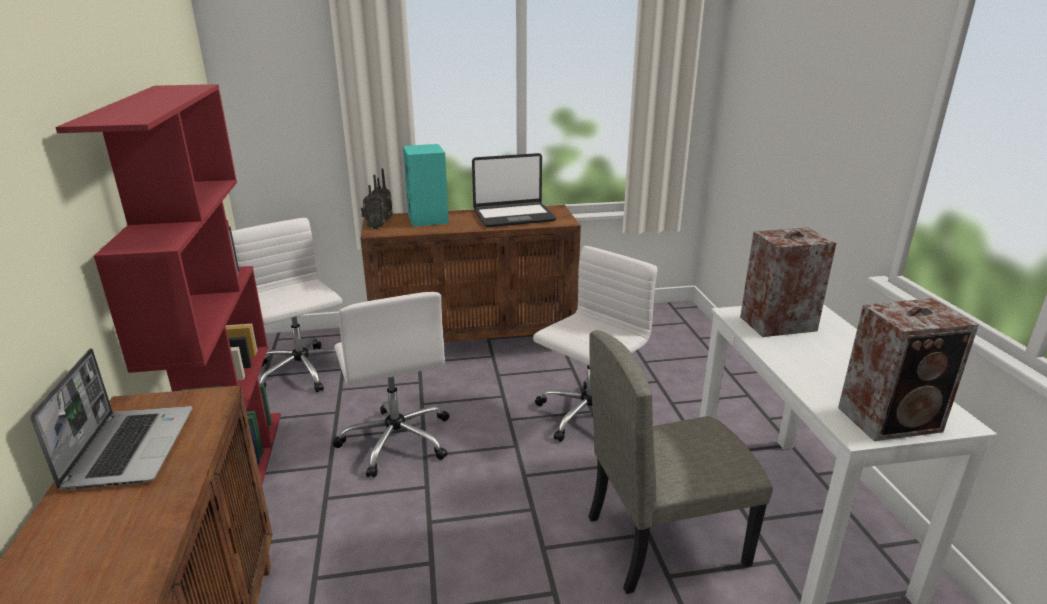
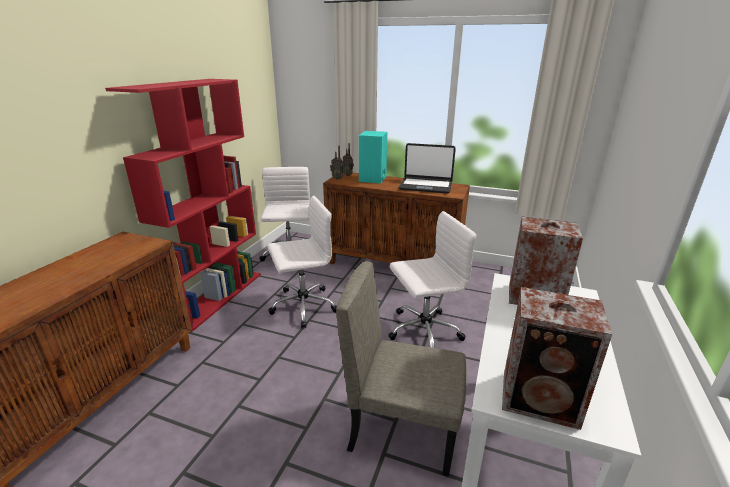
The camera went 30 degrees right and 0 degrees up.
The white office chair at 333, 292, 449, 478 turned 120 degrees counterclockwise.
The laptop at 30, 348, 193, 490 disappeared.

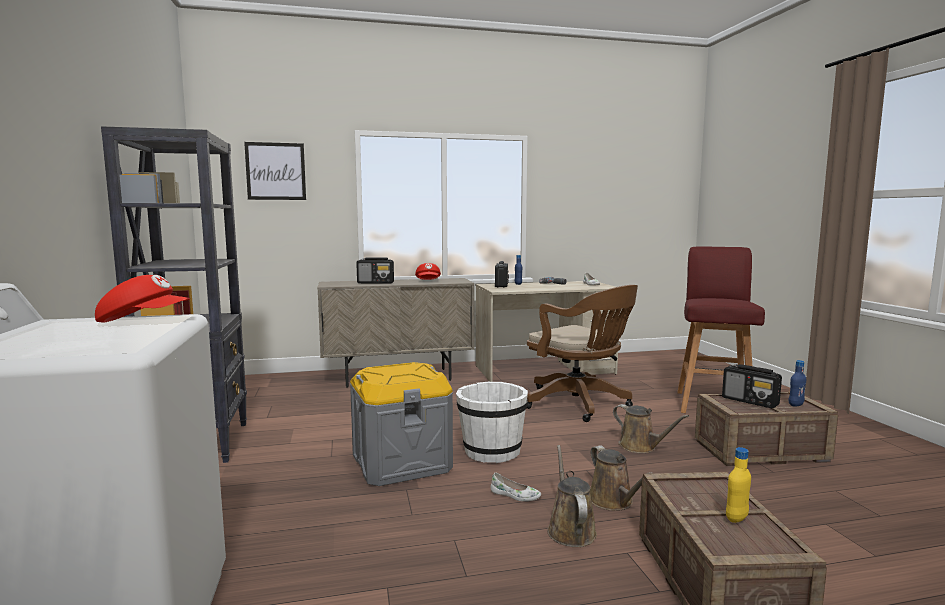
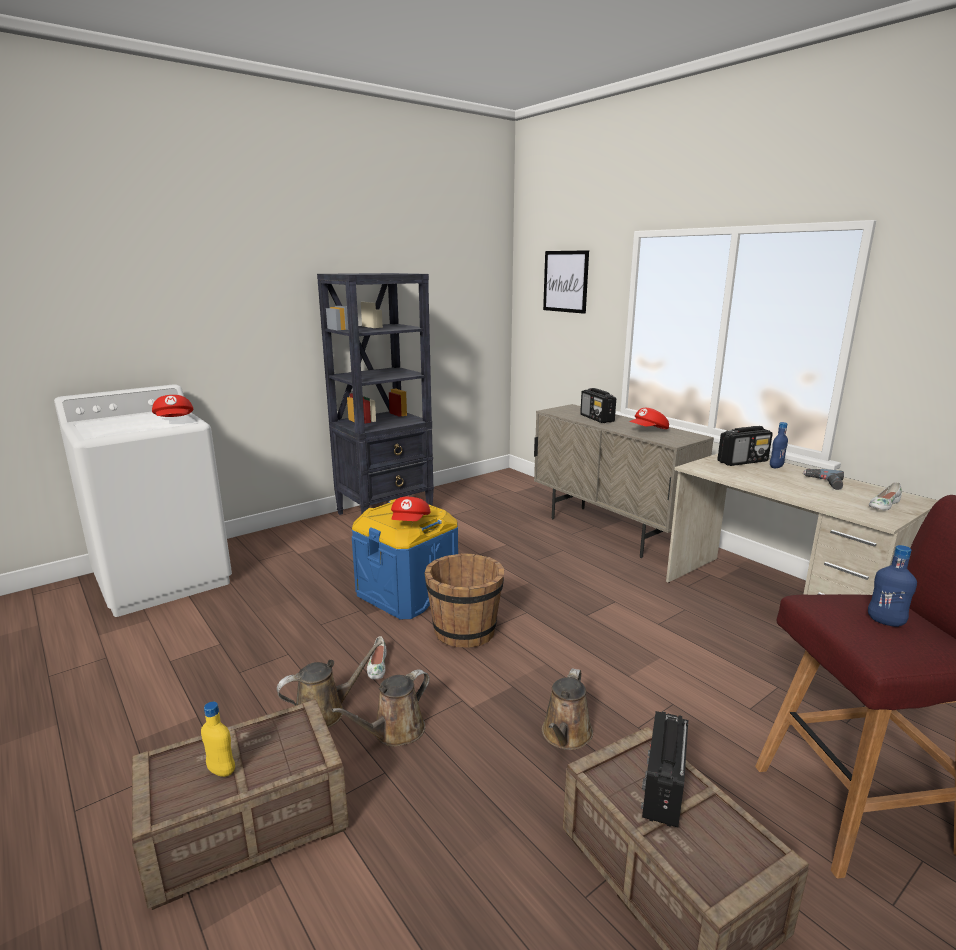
The camera went 65 degrees right and 10 degrees up.
The grey storage box at 350, 362, 453, 486 became the blue storage box at 352, 499, 458, 619.
The red cap at 391, 497, 431, 521 appeared.
The white bucket at 456, 382, 528, 463 became the brown bucket at 424, 553, 504, 648.
The blue bottle moved from 789, 360, 806, 407 to 868, 545, 917, 627.
The brown office chair at 527, 285, 638, 422 disappeared.

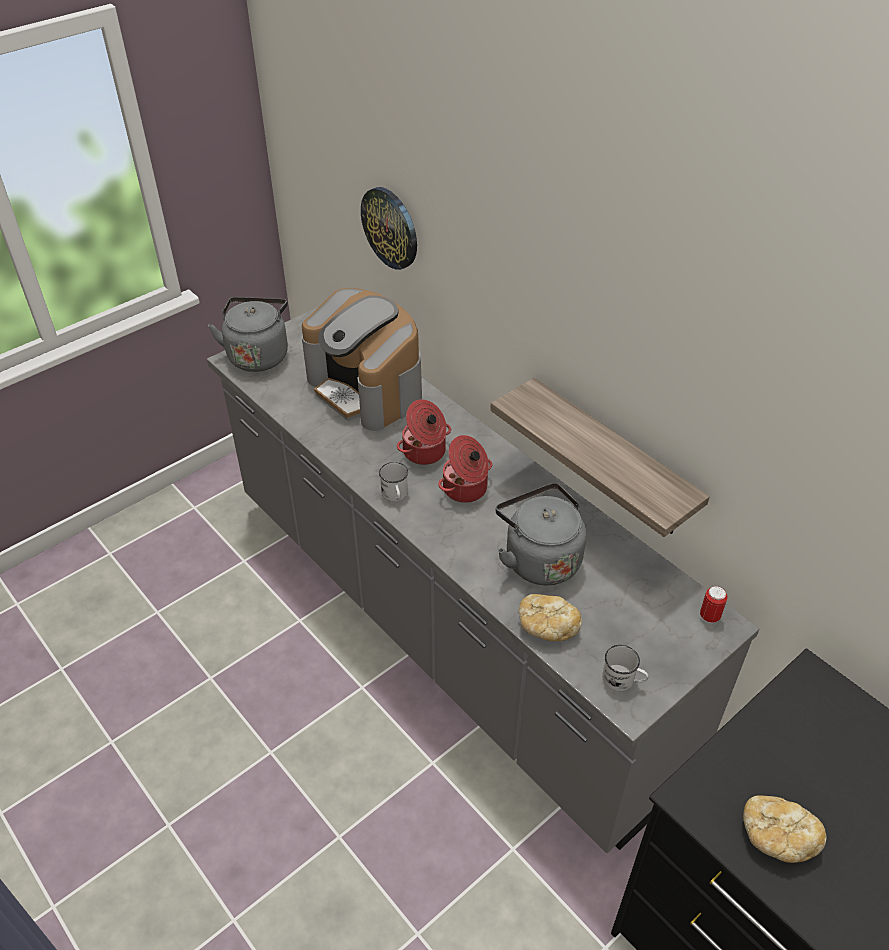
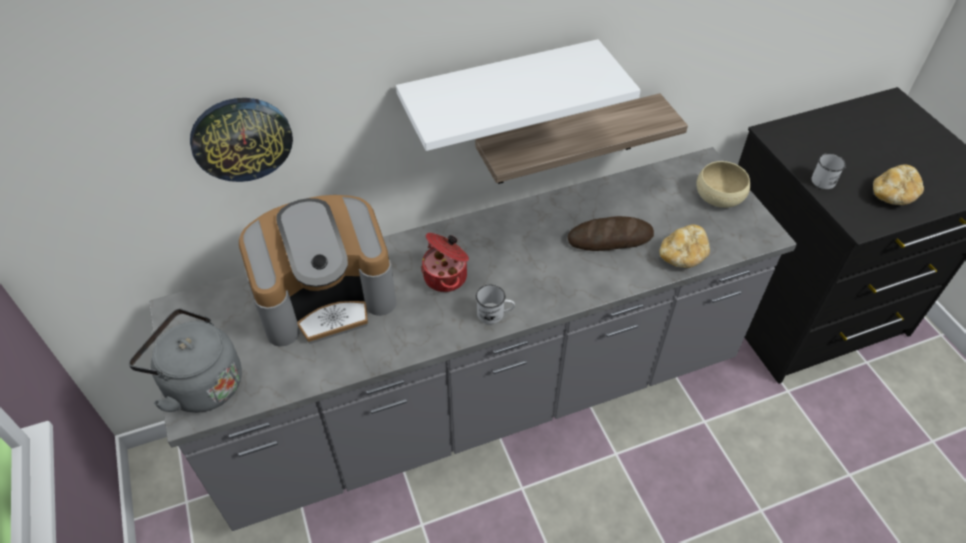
The camera went 70 degrees left and 5 degrees up.
The white shelf at 396, 39, 641, 151 appeared.
The grey kettle at 496, 483, 586, 585 was replaced by the bread at 568, 216, 654, 251.
The beige bowl at 696, 161, 750, 208 appeared.
The white mug moved from 602, 645, 648, 691 to 811, 153, 846, 189.
The cooking pot at 438, 435, 492, 503 disappeared.
The can at 700, 586, 728, 623 disappeared.

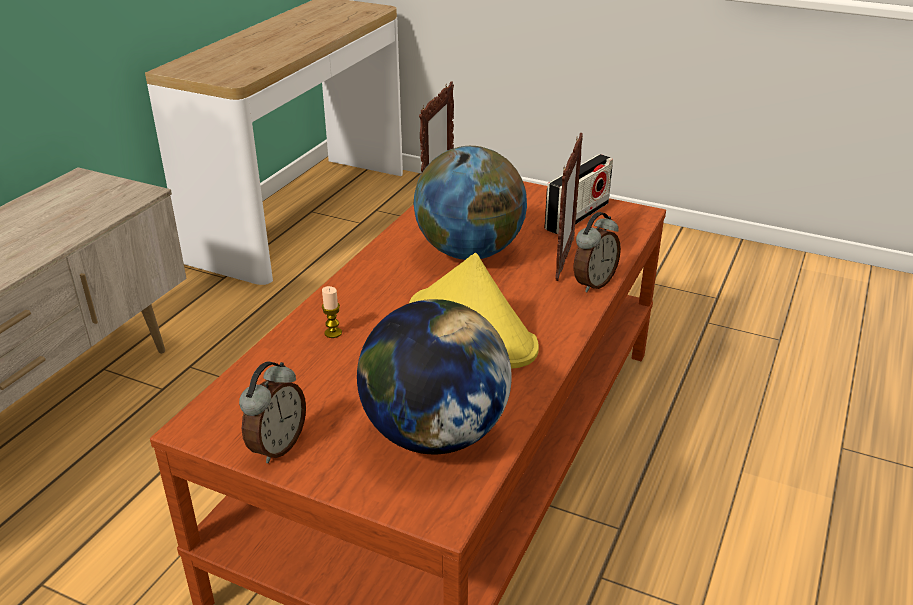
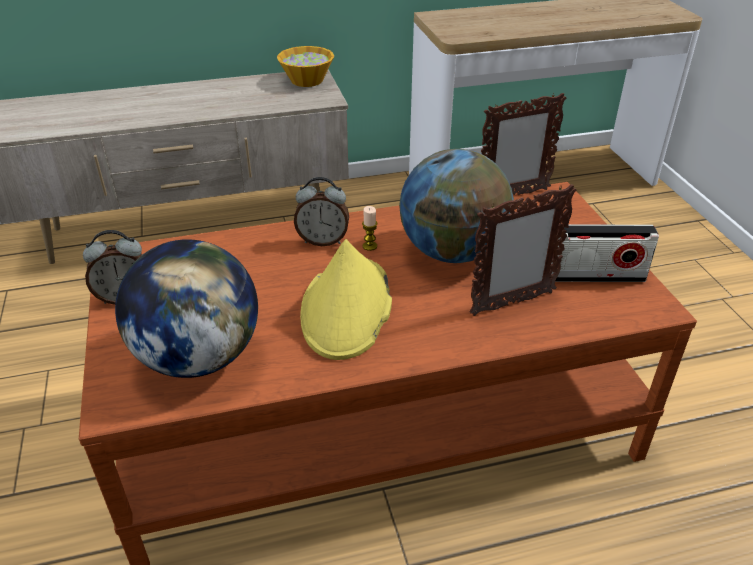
The camera went 50 degrees right and 5 degrees up.
The bowl at 277, 46, 334, 87 appeared.
The alarm clock moved from 573, 212, 621, 292 to 294, 177, 349, 246.
The candle moved from 322, 286, 342, 338 to 362, 206, 377, 251.

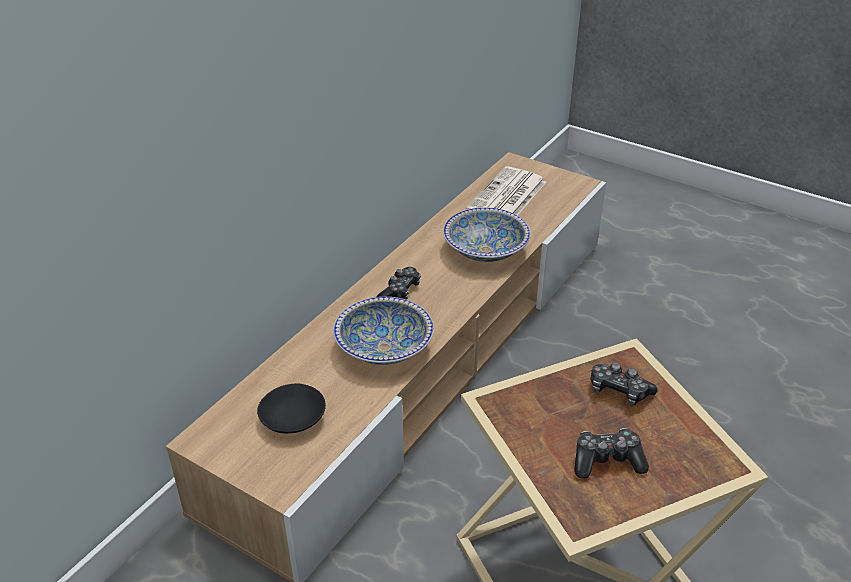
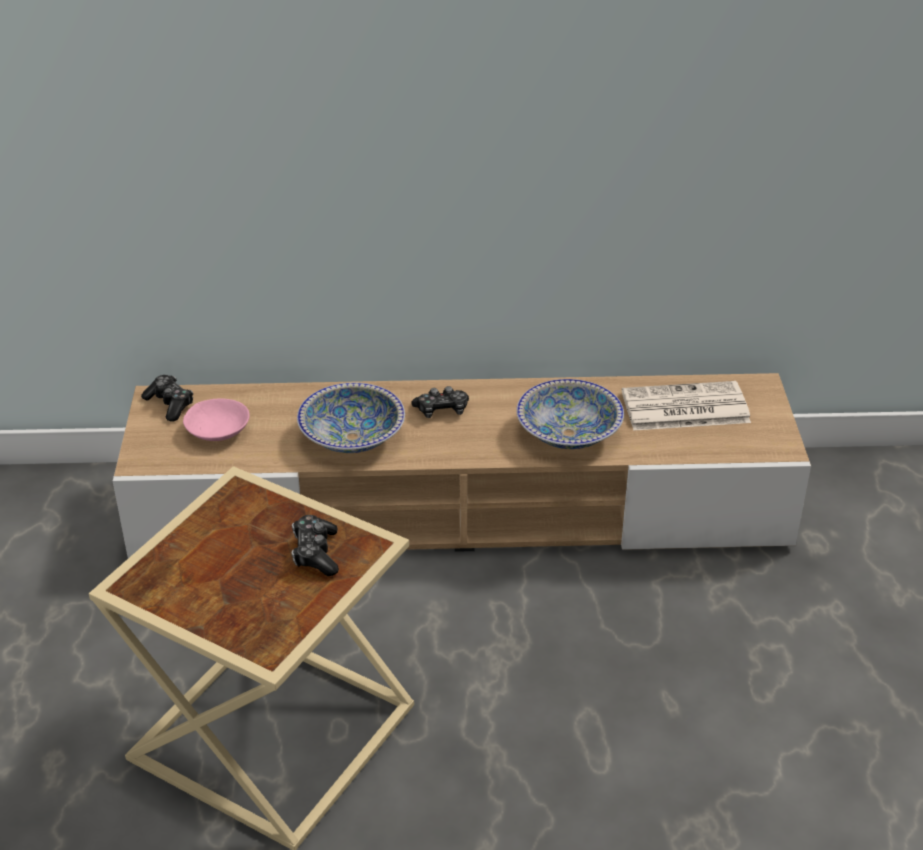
The camera went 55 degrees right and 0 degrees up.
The game controller moved from 575, 428, 649, 479 to 141, 375, 193, 422.
The black bowl at 257, 384, 326, 433 became the pink bowl at 183, 398, 250, 441.

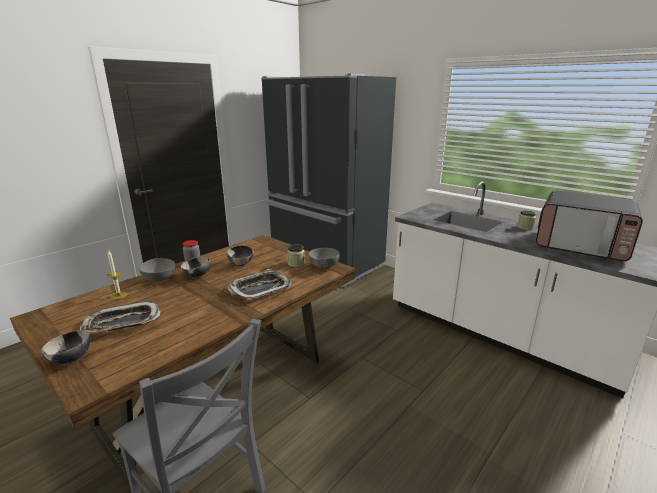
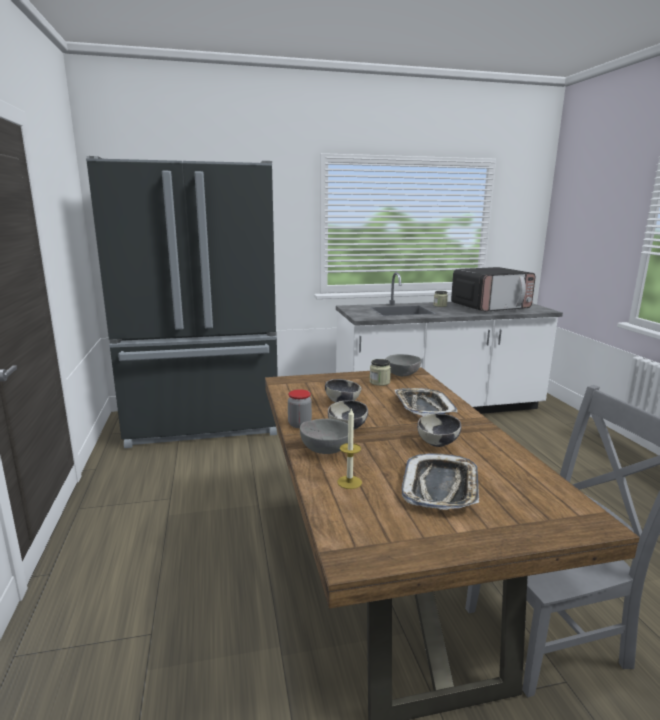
The camera went 55 degrees left and 5 degrees down.
The bowl moved from 41, 330, 91, 364 to 417, 413, 462, 447.

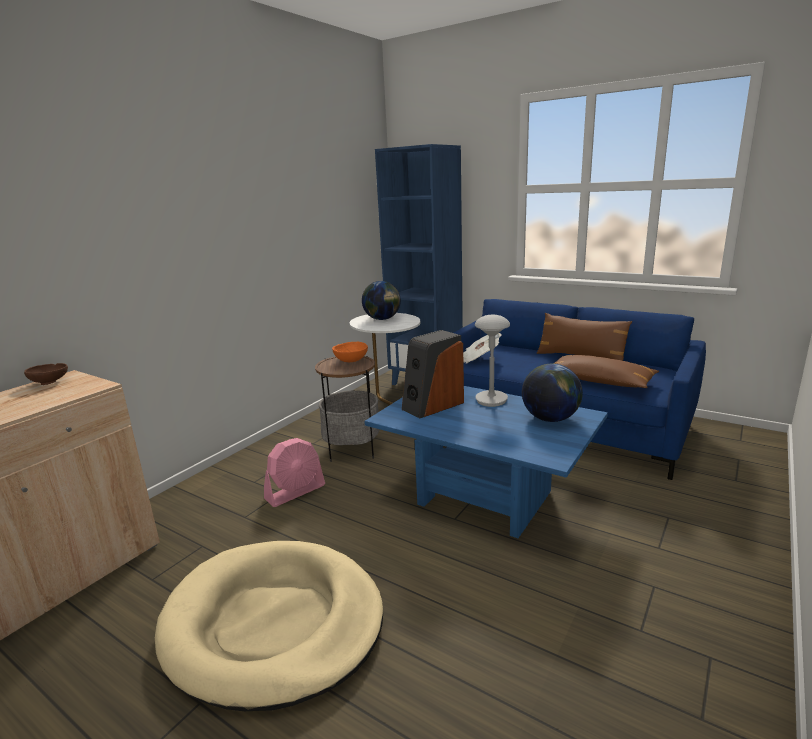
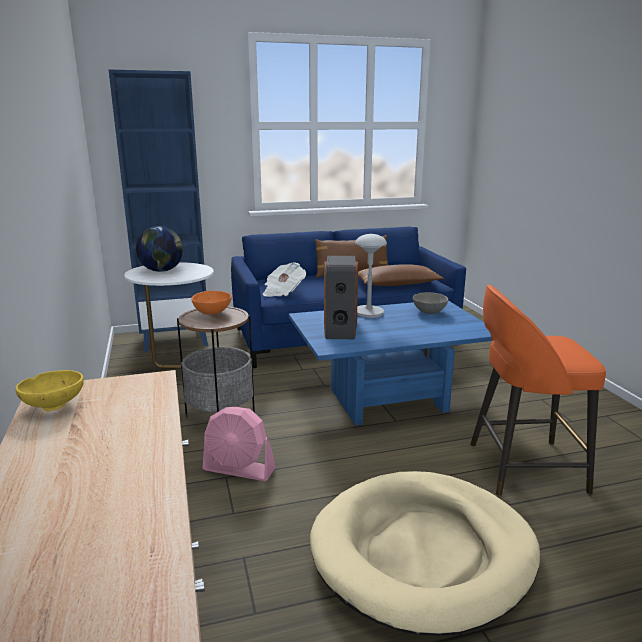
The camera went 50 degrees left and 0 degrees up.
The brown bowl at 24, 363, 68, 385 became the yellow bowl at 16, 370, 84, 411.
The pink fan at 264, 438, 325, 507 turned 105 degrees clockwise.
The globe at 522, 363, 583, 422 was replaced by the grey bowl at 413, 292, 448, 314.
The orange stool at 470, 285, 606, 496 appeared.

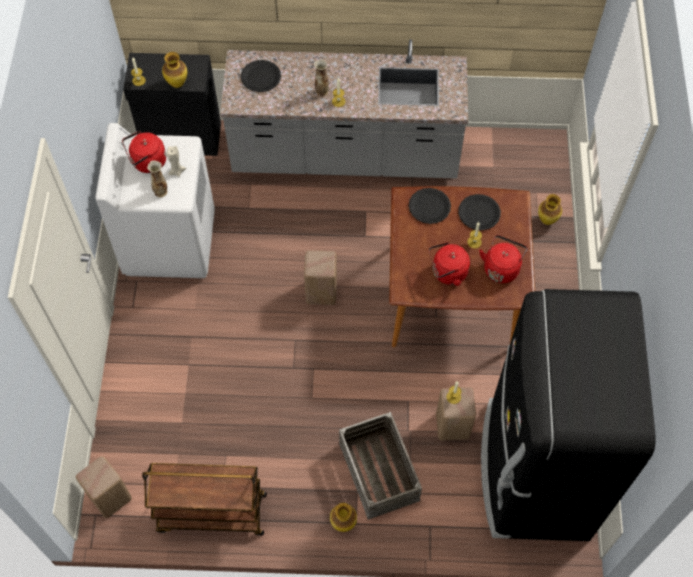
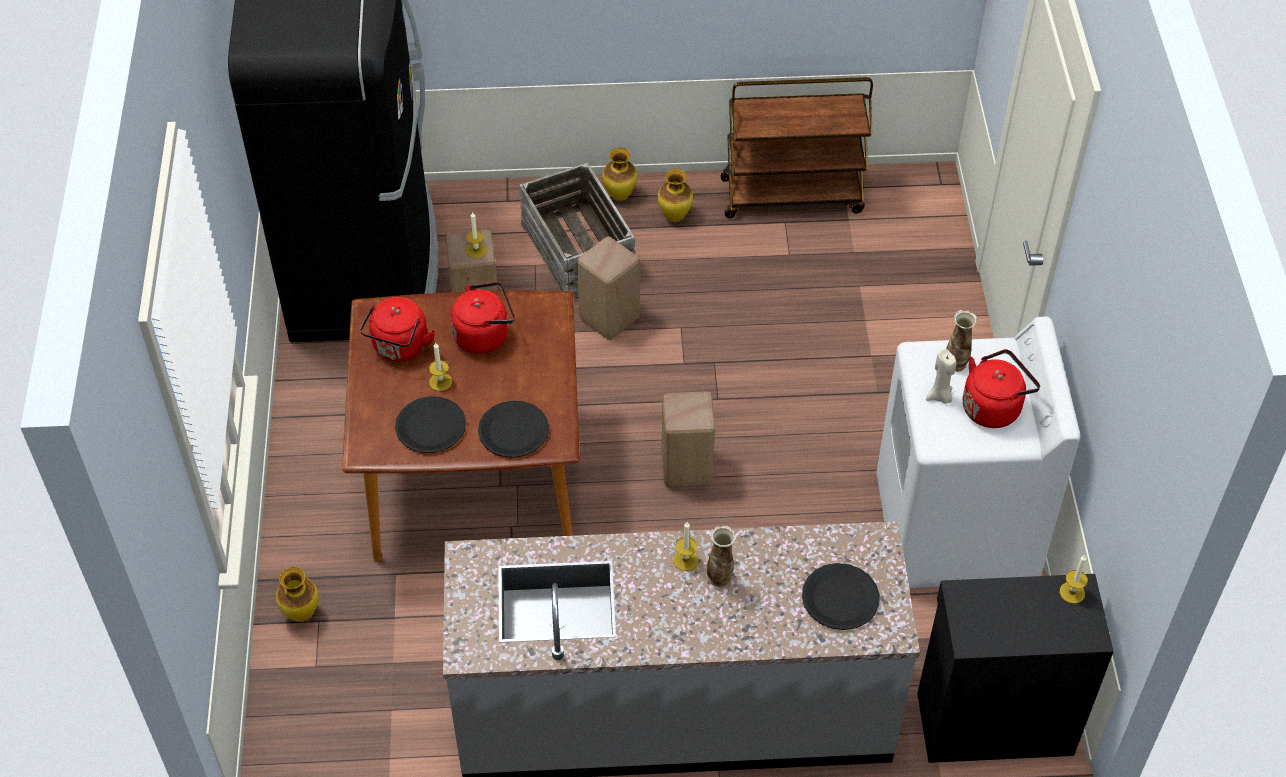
The camera went 175 degrees right and 10 degrees down.
The beige stool moved from 76, 456, 132, 518 to 577, 236, 640, 340.
The vase moved from 162, 52, 187, 88 to 658, 169, 693, 222.

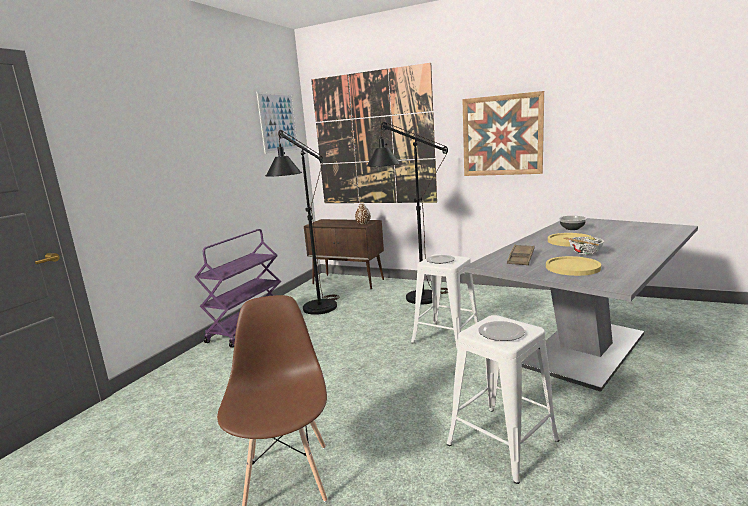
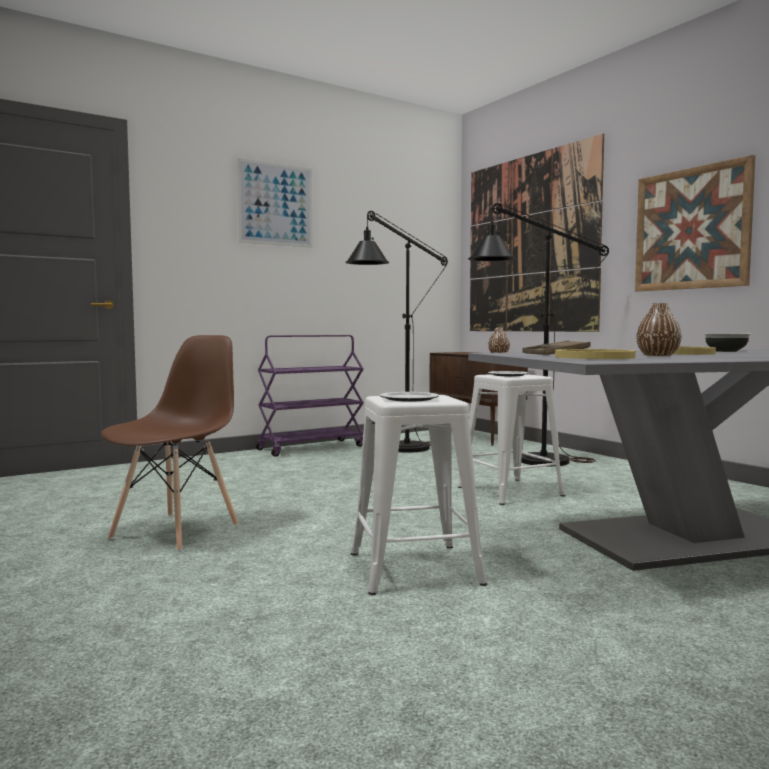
The camera went 30 degrees right and 10 degrees down.
The picture moved from 256, 92, 299, 154 to 237, 158, 313, 248.
The bowl at 563, 237, 604, 255 was replaced by the brown vase at 636, 303, 682, 356.

